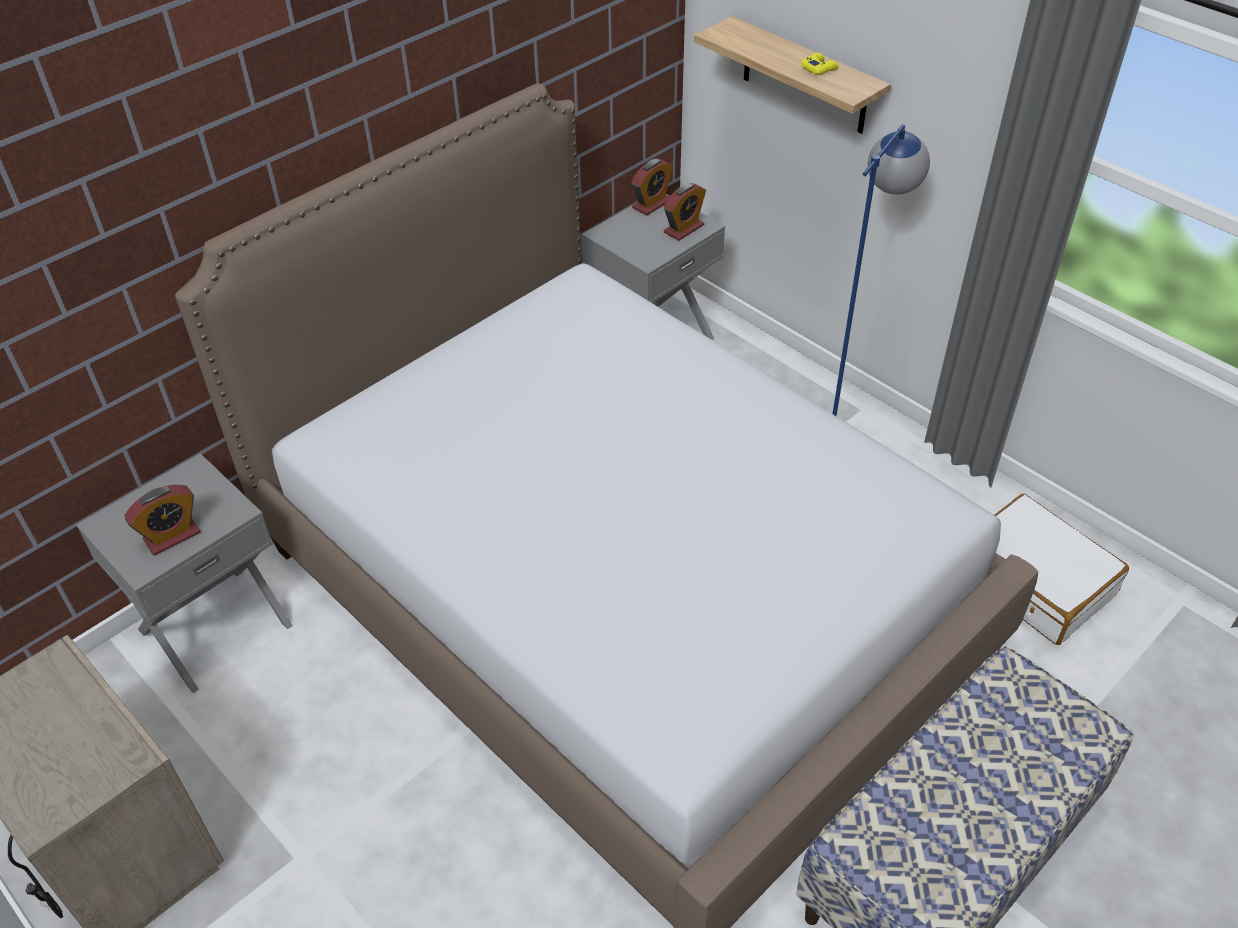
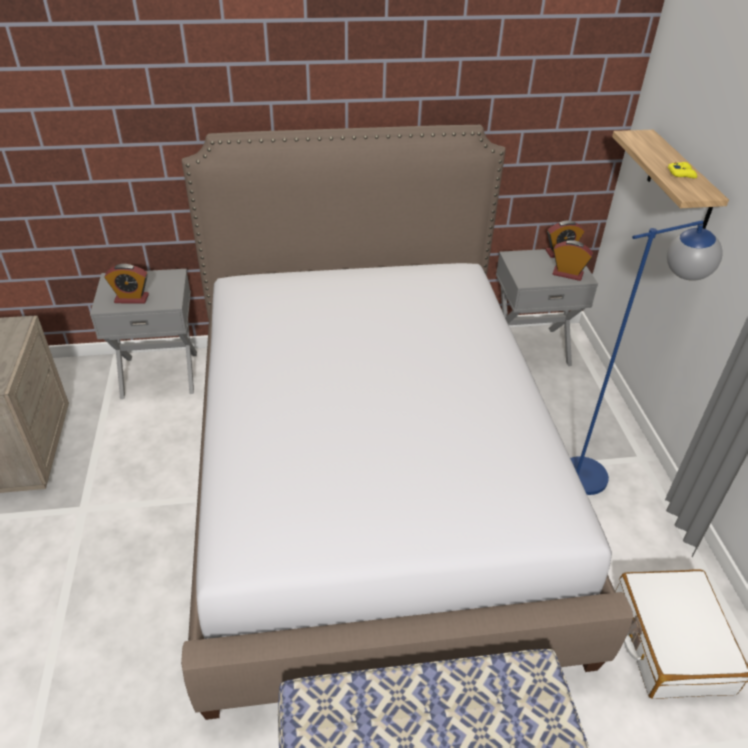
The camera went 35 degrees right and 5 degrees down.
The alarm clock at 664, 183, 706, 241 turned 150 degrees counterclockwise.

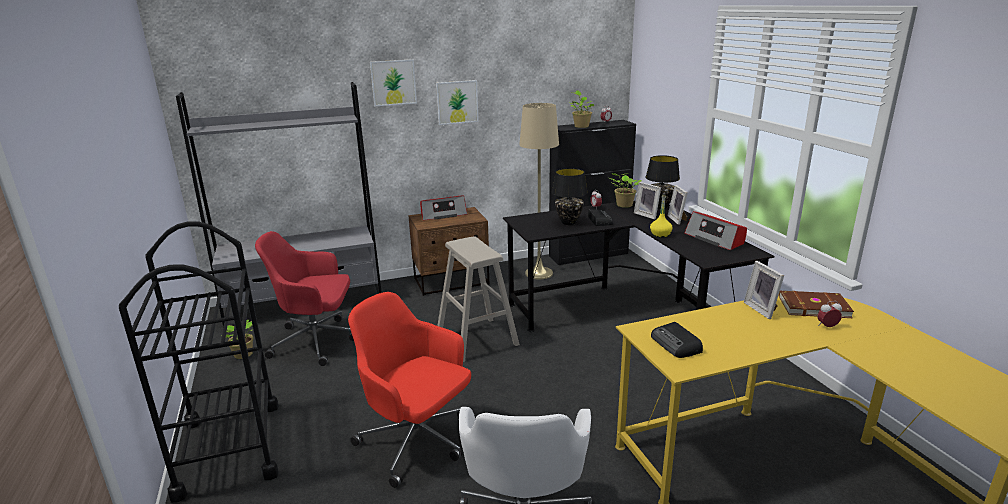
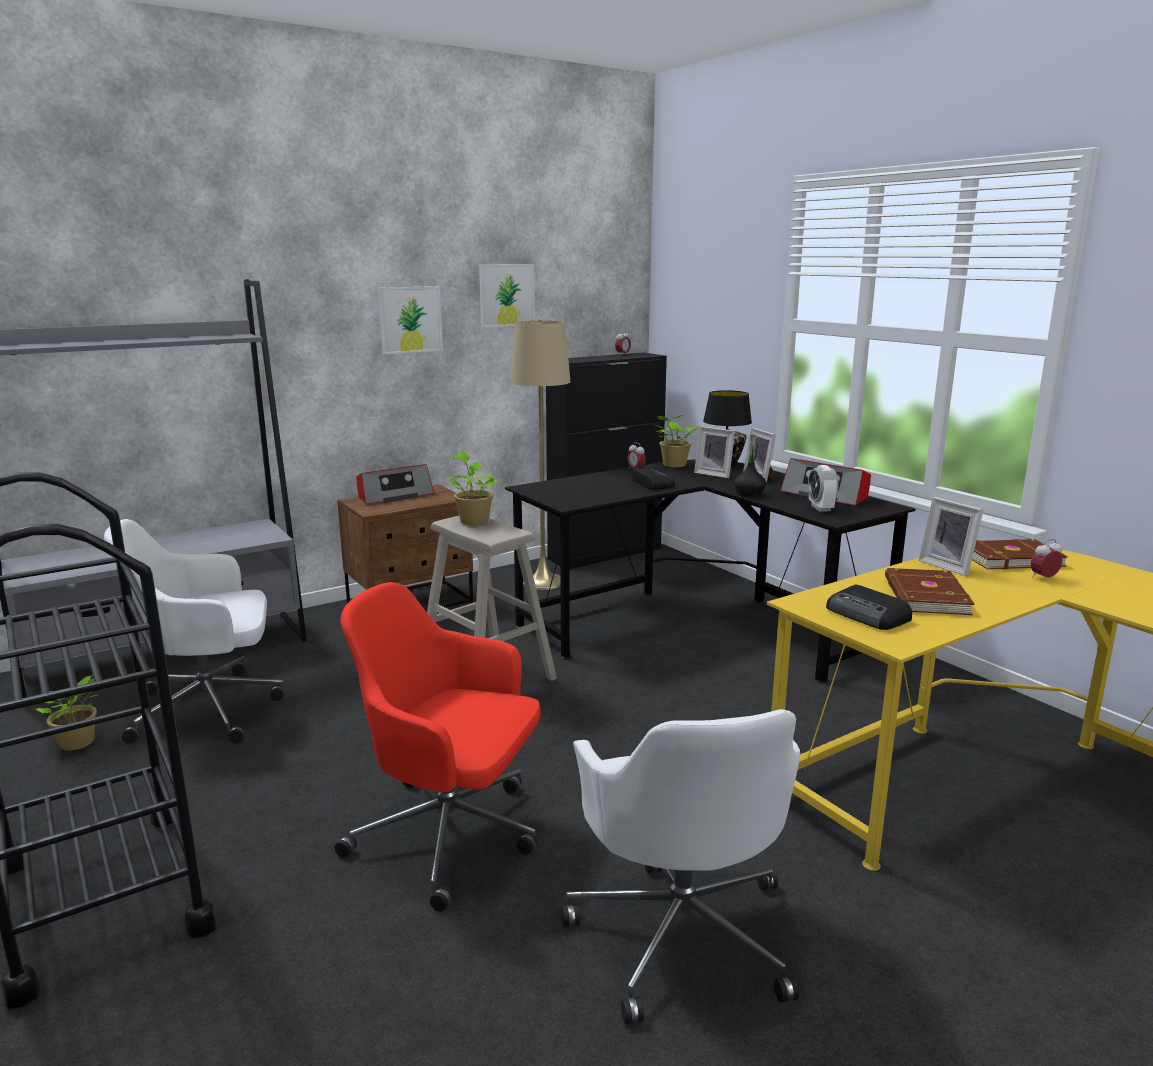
The camera went 15 degrees left and 5 degrees down.
The red office chair at 255, 231, 354, 366 became the white office chair at 104, 519, 284, 744.
The potted plant moved from 568, 90, 595, 128 to 444, 451, 498, 525.
The picture moved from 370, 59, 417, 106 to 479, 264, 535, 328.
The yellow bottle at 650, 195, 673, 238 became the black bottle at 734, 435, 766, 497.
The alarm clock at 808, 465, 838, 512 appeared.
The brown book at 885, 568, 975, 615 appeared.
The black table lamp at 552, 168, 588, 225 disappeared.

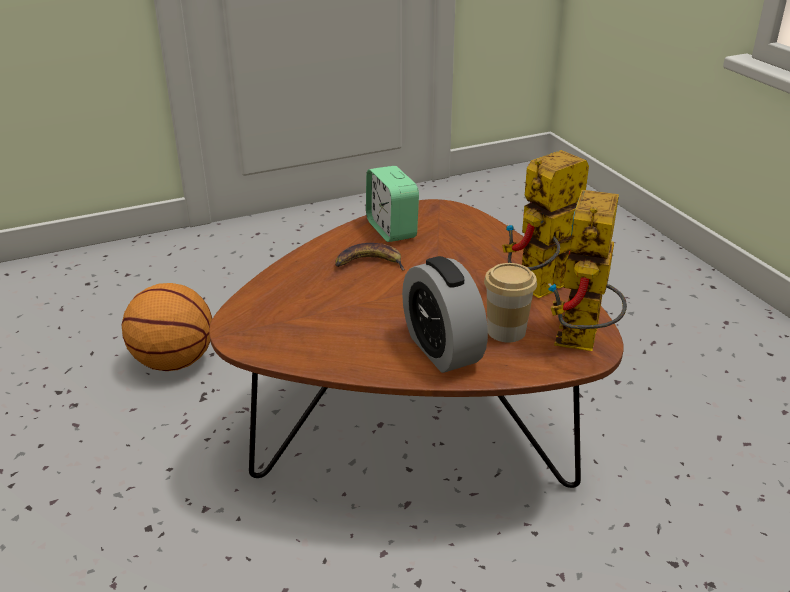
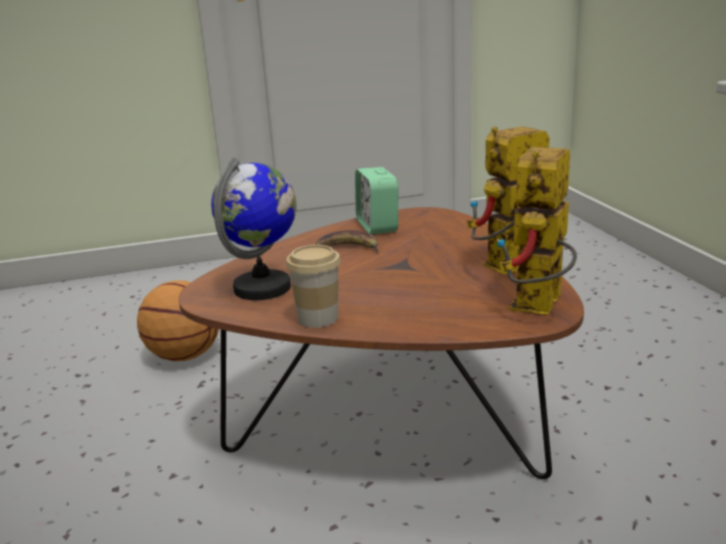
The camera went 10 degrees right and 10 degrees down.
The globe at 211, 157, 296, 300 appeared.
The cup moved from 484, 263, 537, 342 to 286, 245, 341, 328.
The alarm clock at 402, 256, 488, 373 disappeared.

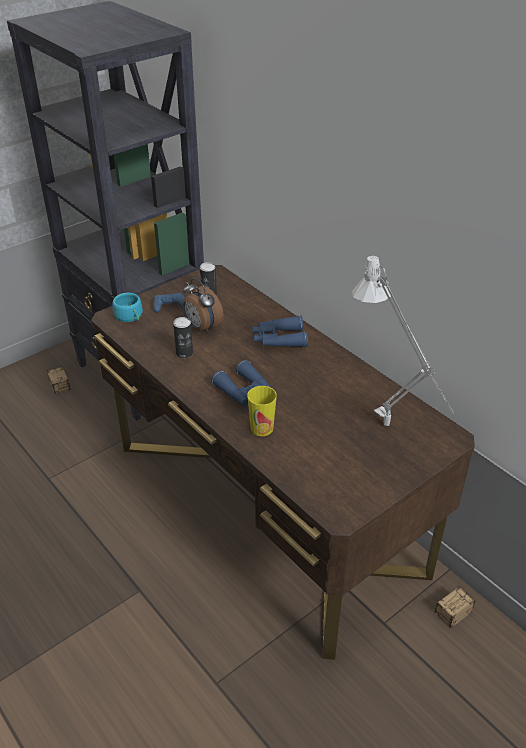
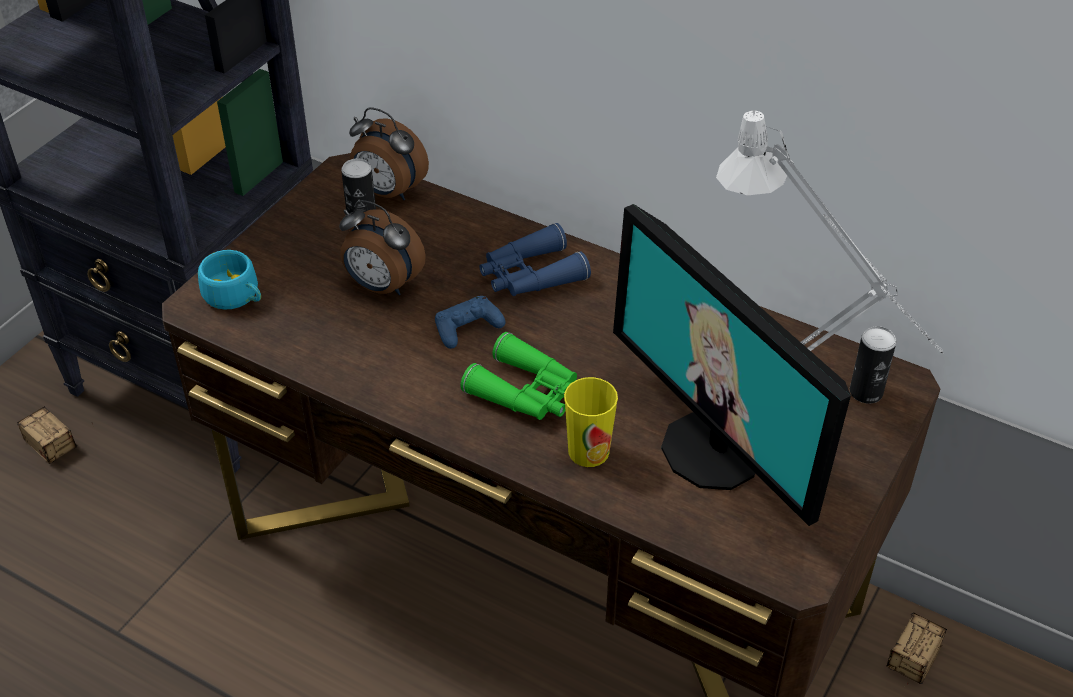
The camera went 20 degrees left and 5 degrees up.
The alarm clock at 349, 107, 429, 200 appeared.
The blue game controller moved from 153, 293, 185, 313 to 435, 296, 506, 349.
The blue binoculars at 212, 360, 273, 406 became the green binoculars at 461, 332, 577, 420.
The monitor at 613, 204, 851, 526 appeared.
The can moved from 173, 317, 193, 358 to 850, 326, 896, 404.

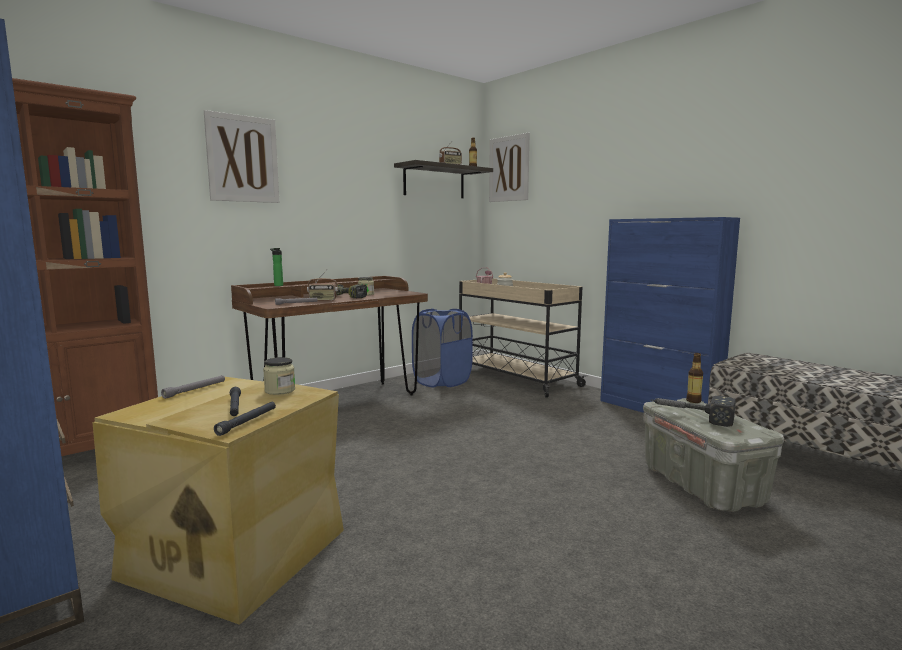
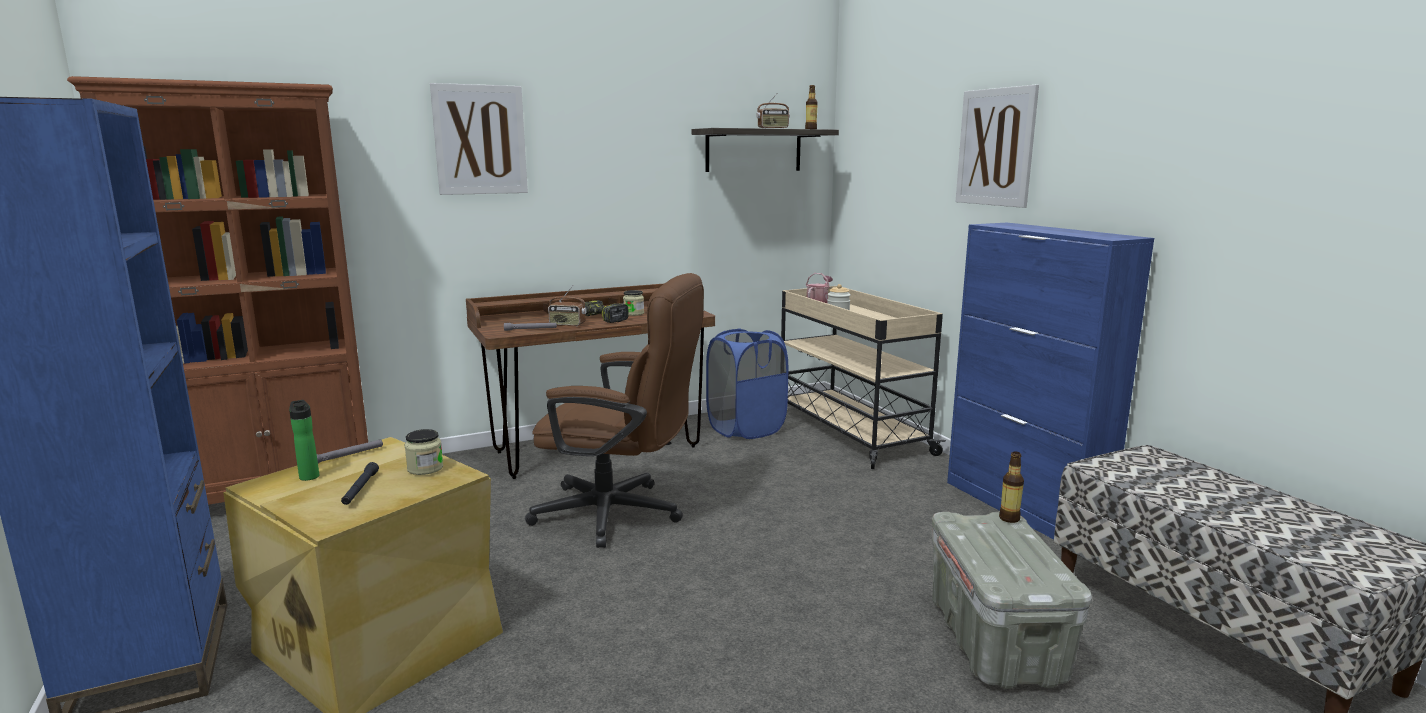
The camera went 15 degrees right and 5 degrees up.
The bottle moved from 270, 248, 283, 286 to 289, 400, 319, 481.
The brown office chair at 525, 273, 704, 548 appeared.
The picture moved from 489, 133, 530, 202 to 956, 85, 1039, 208.
The black flashlight at 214, 402, 276, 436 disappeared.
The hammer at 651, 396, 736, 427 disappeared.

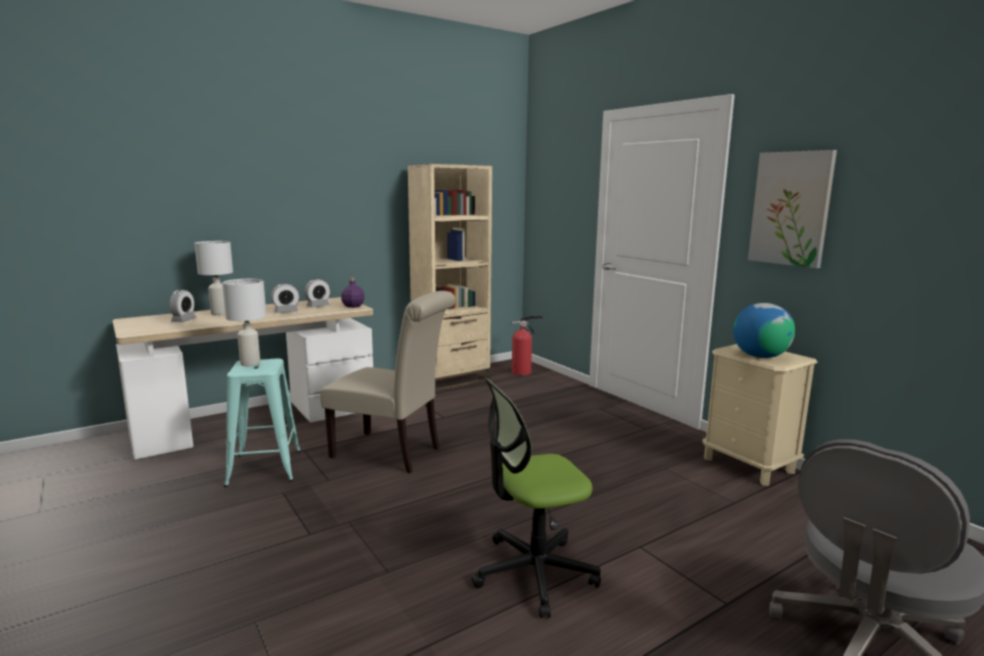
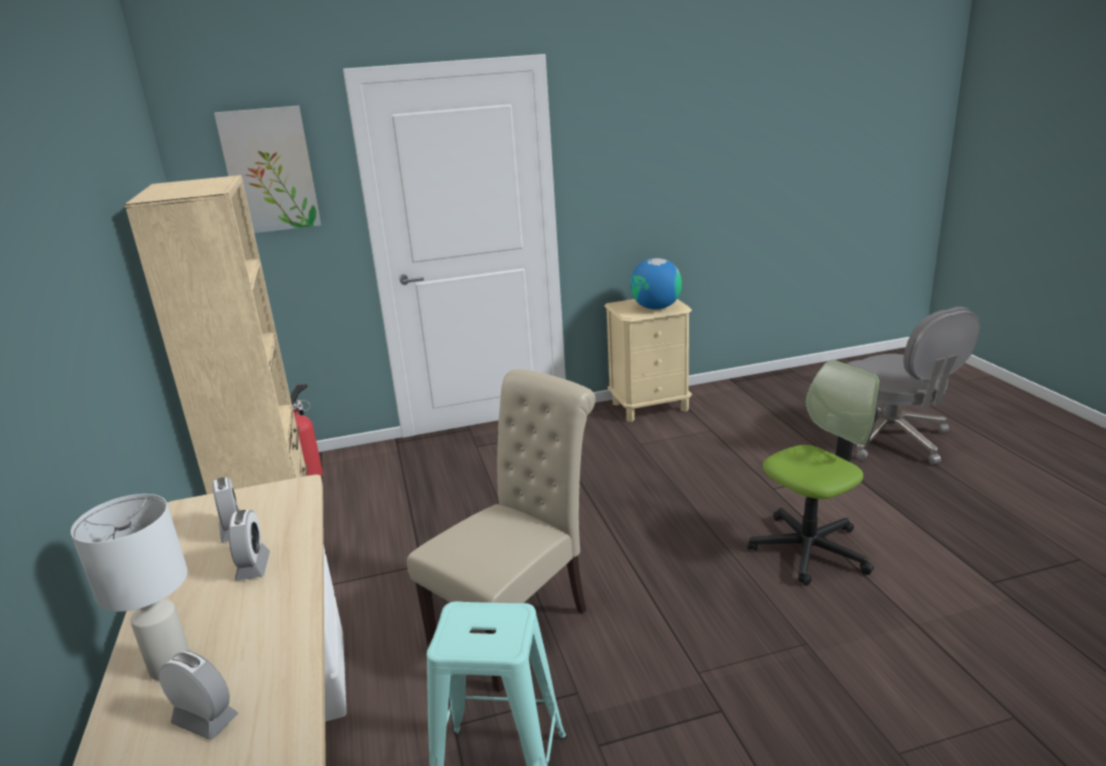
The camera went 70 degrees left and 10 degrees up.
The picture moved from 748, 150, 837, 268 to 214, 106, 321, 233.
The office chair at 471, 378, 601, 618 turned 120 degrees counterclockwise.
The white table lamp at 222, 279, 266, 366 disappeared.
The purple bottle at 341, 278, 365, 308 disappeared.

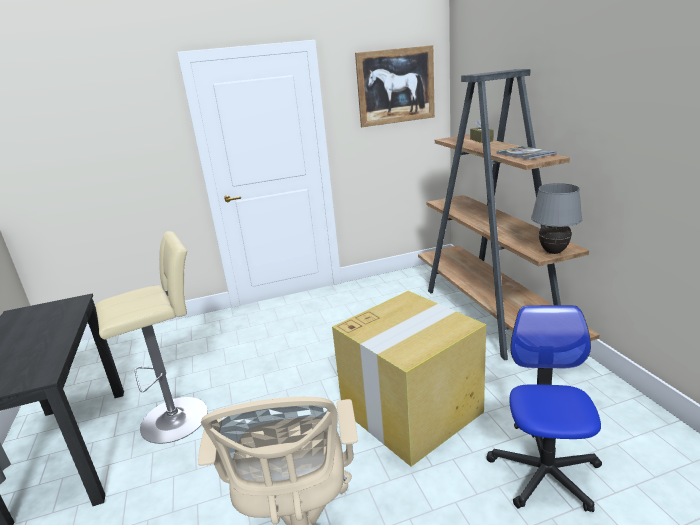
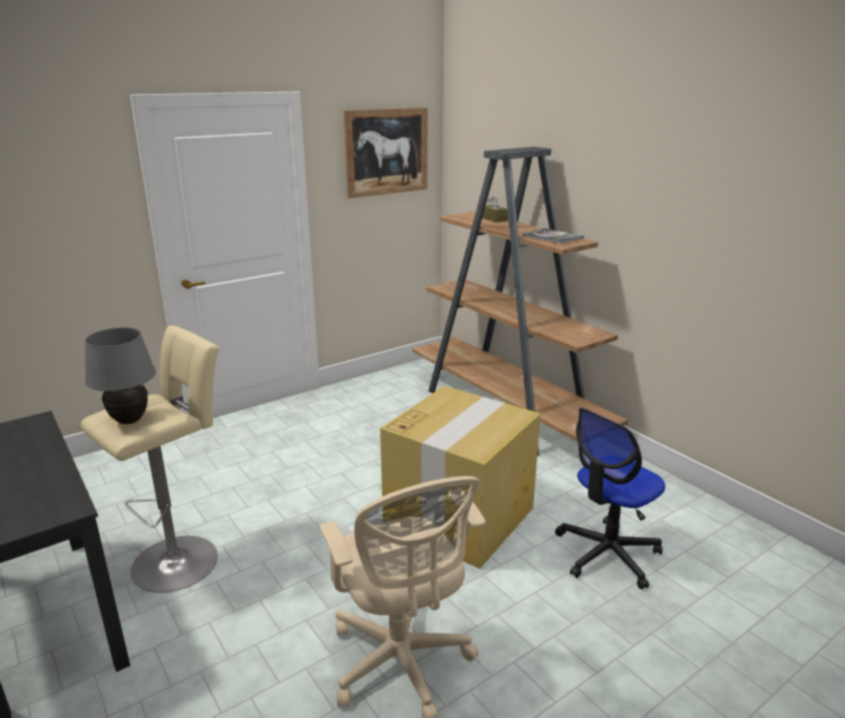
The camera went 20 degrees left and 0 degrees up.
The grey table lamp moved from 531, 183, 582, 254 to 85, 328, 156, 424.
The office chair at 486, 305, 602, 512 turned 120 degrees counterclockwise.

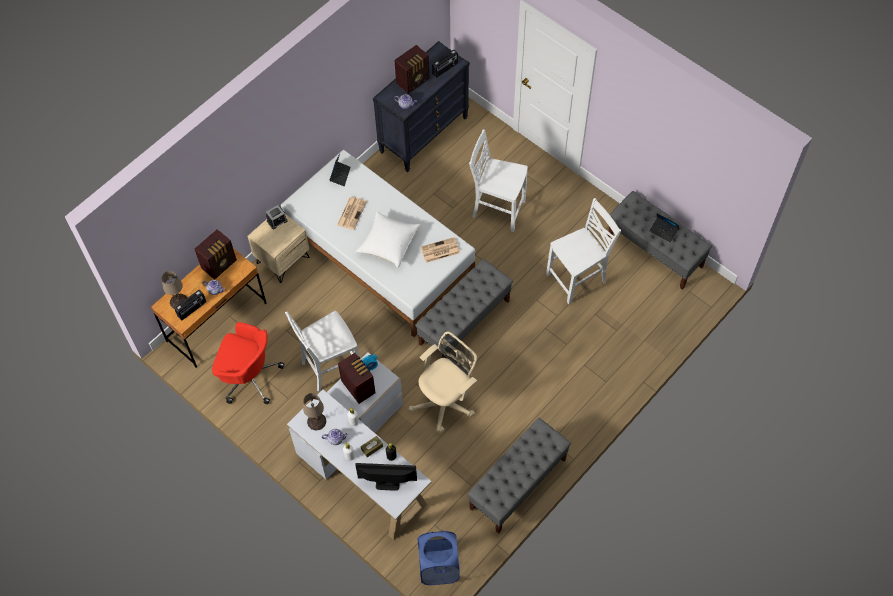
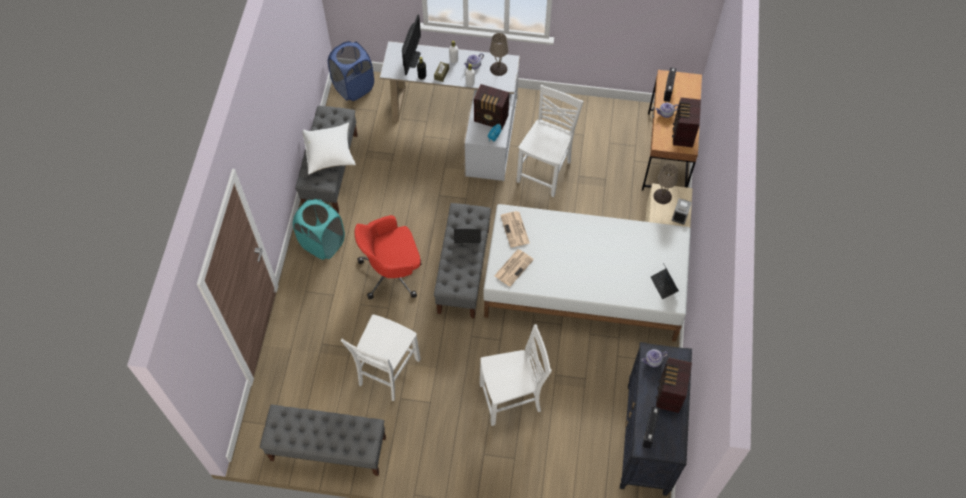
The camera went 145 degrees right and 0 degrees up.
The turquoise laundry basket at 293, 199, 345, 260 appeared.
The white pillow moved from 356, 211, 420, 268 to 302, 123, 356, 175.
The red office chair moved from 212, 322, 285, 404 to 355, 215, 421, 299.
The monitor at 355, 463, 417, 491 turned 45 degrees counterclockwise.
The laptop moved from 650, 213, 679, 243 to 454, 229, 481, 243.
The newspaper moved from 337, 197, 367, 230 to 500, 211, 530, 247.
The beige table lamp moved from 162, 271, 187, 309 to 653, 163, 678, 204.
The beige office chair at 408, 331, 477, 433 disappeared.

